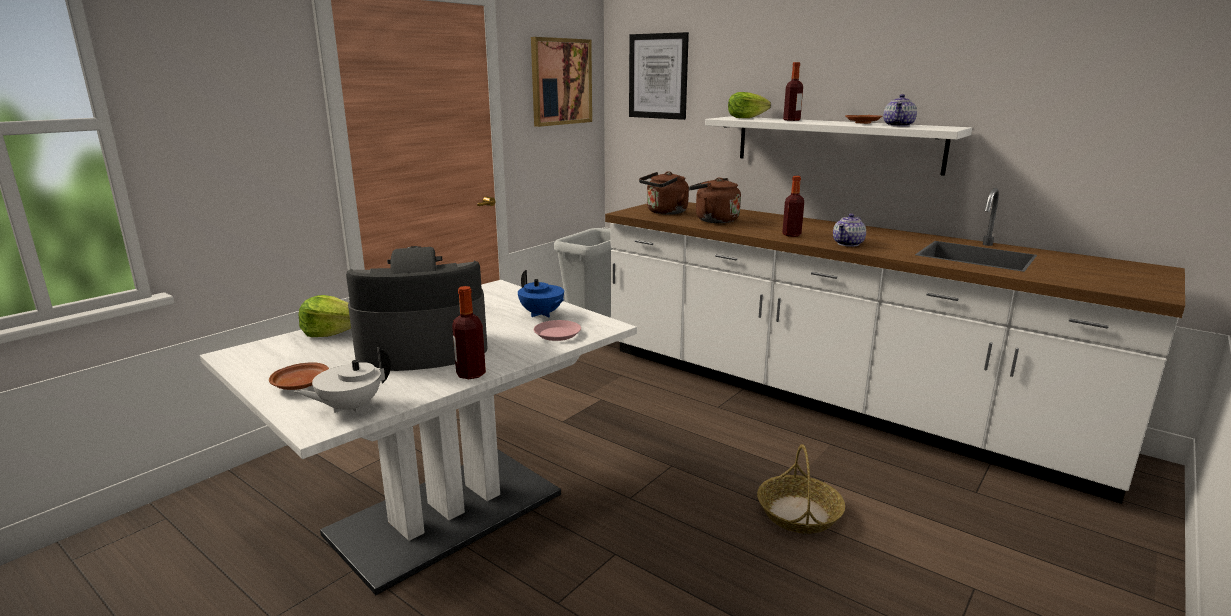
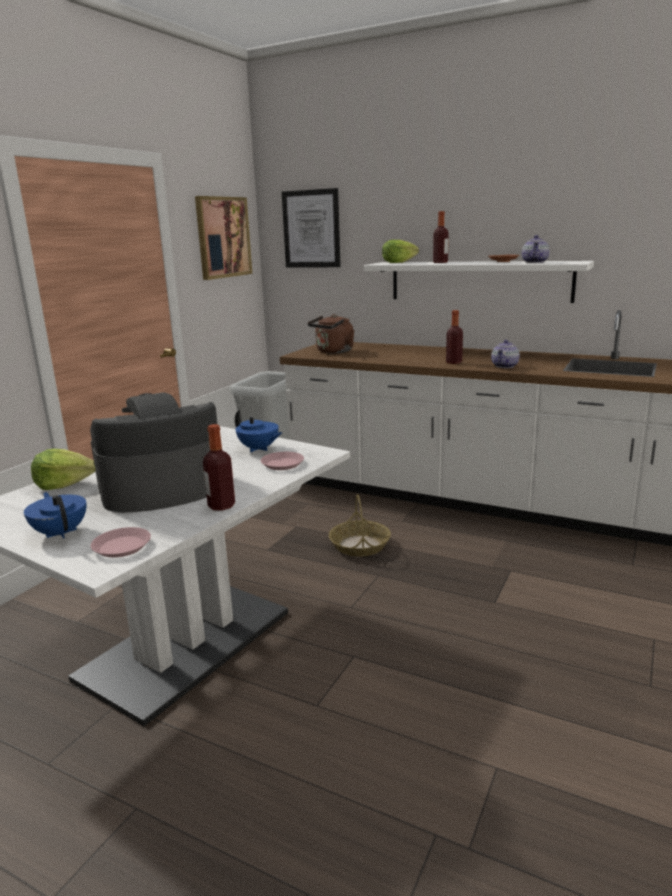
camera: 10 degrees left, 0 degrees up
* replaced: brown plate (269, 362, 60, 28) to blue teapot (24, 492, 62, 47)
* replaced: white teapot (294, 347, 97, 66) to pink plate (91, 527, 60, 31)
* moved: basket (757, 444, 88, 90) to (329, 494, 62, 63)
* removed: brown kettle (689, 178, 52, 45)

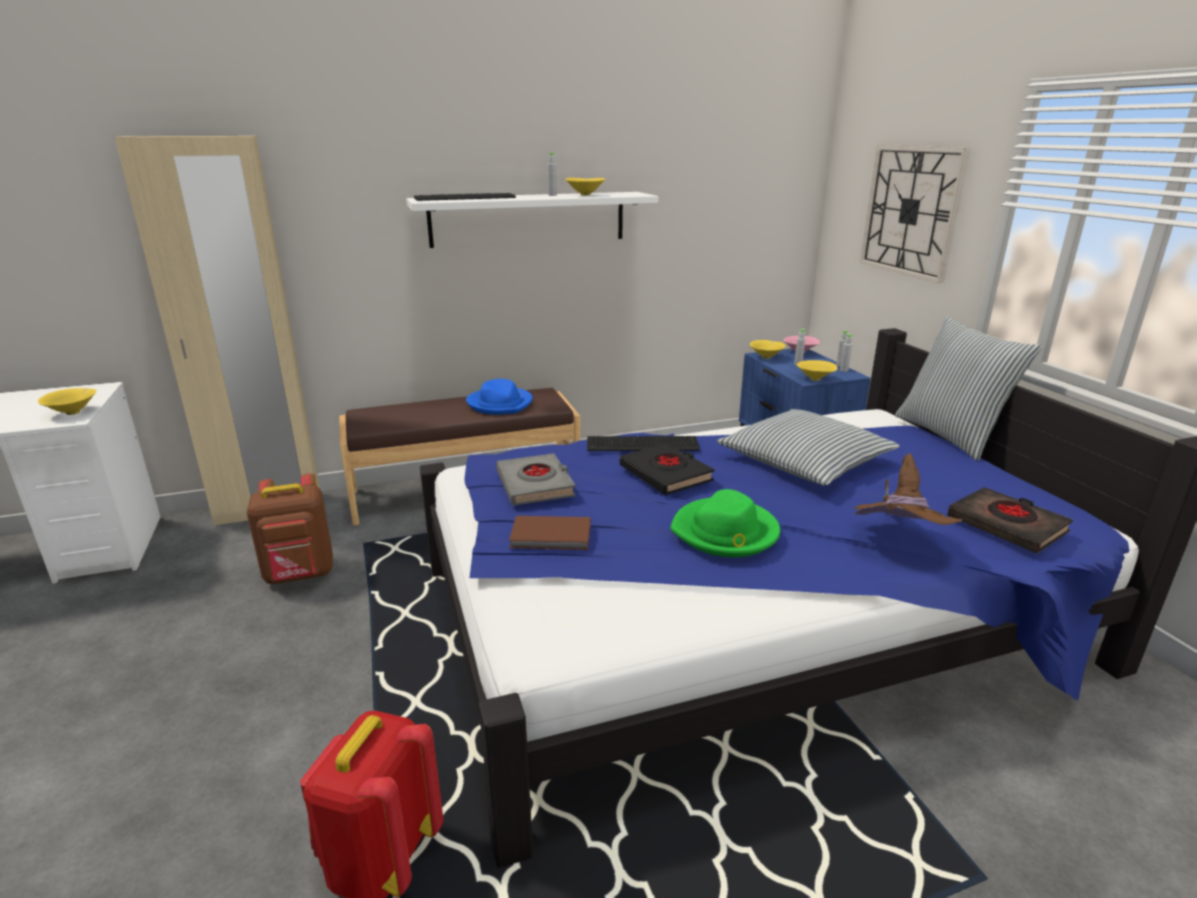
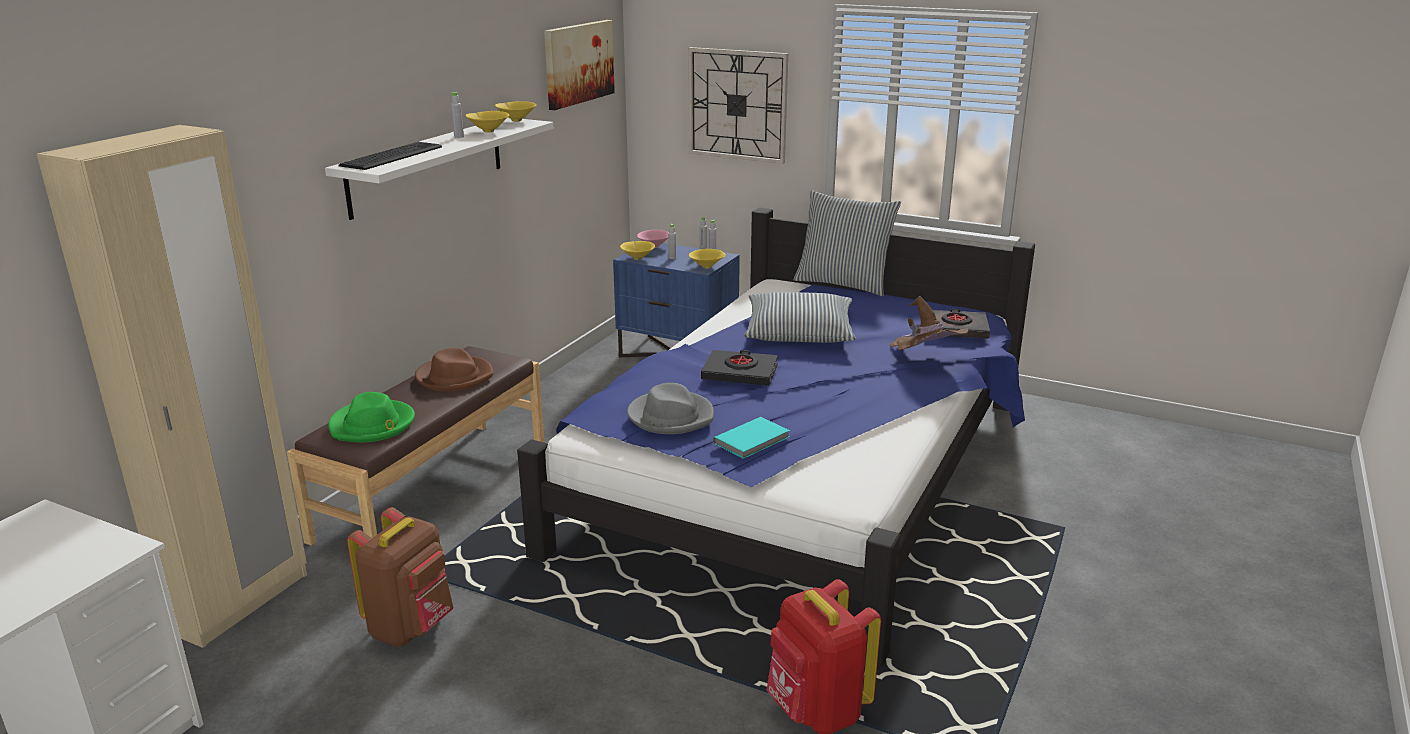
camera: 45 degrees left, 0 degrees up
* moved: green hat (670, 489, 110, 68) to (328, 392, 87, 50)
* recoloured: blue hat (466, 379, 67, 36) to brown hat (415, 348, 79, 43)
* moved: yellow bowl (38, 388, 58, 27) to (495, 101, 42, 21)
* added: picture (544, 20, 71, 90)
* replaced: grey book (496, 453, 80, 53) to grey hat (627, 383, 87, 51)
* recoloured: brown book (509, 516, 82, 34) to turquoise book (713, 417, 77, 42)
* removed: keyboard (587, 436, 113, 15)

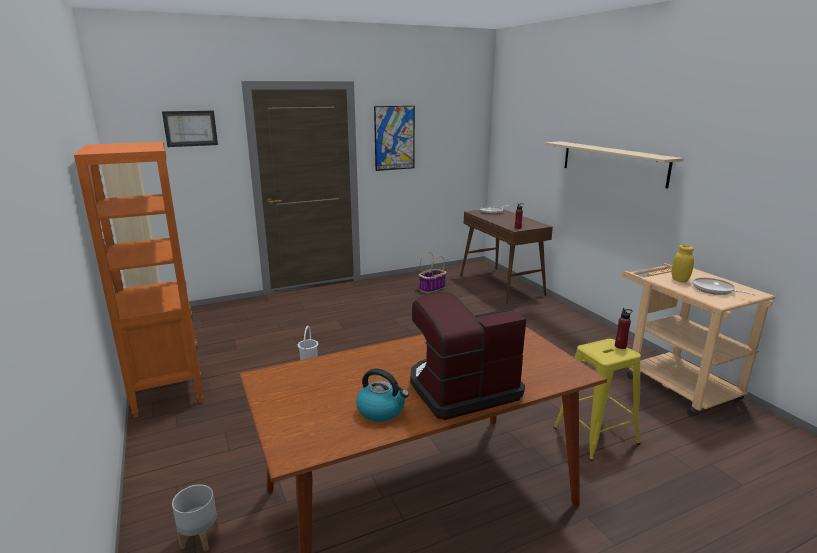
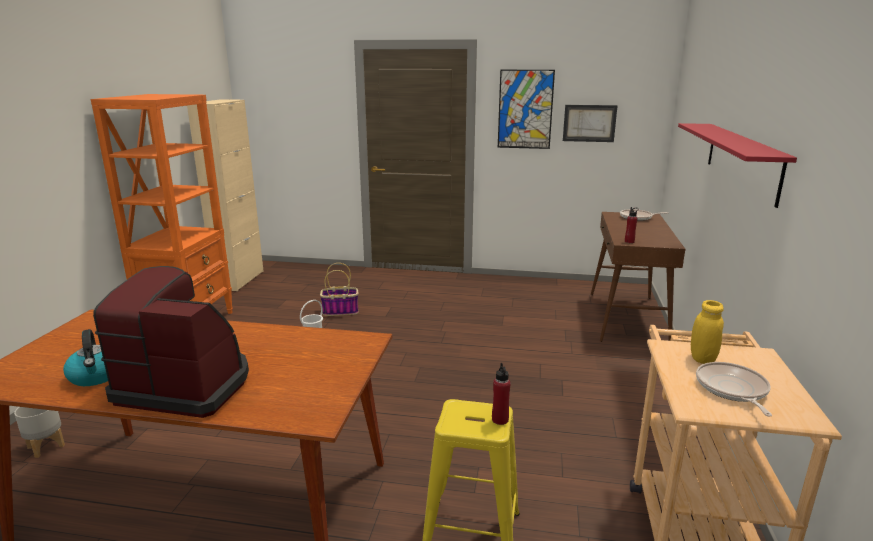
camera: 35 degrees right, 0 degrees up
* moved: basket (419, 252, 27, 41) to (320, 263, 39, 53)
* moved: picture (162, 111, 56, 36) to (563, 105, 55, 37)
* recoloured: beige shelf (545, 141, 139, 48) to red shelf (678, 123, 119, 85)

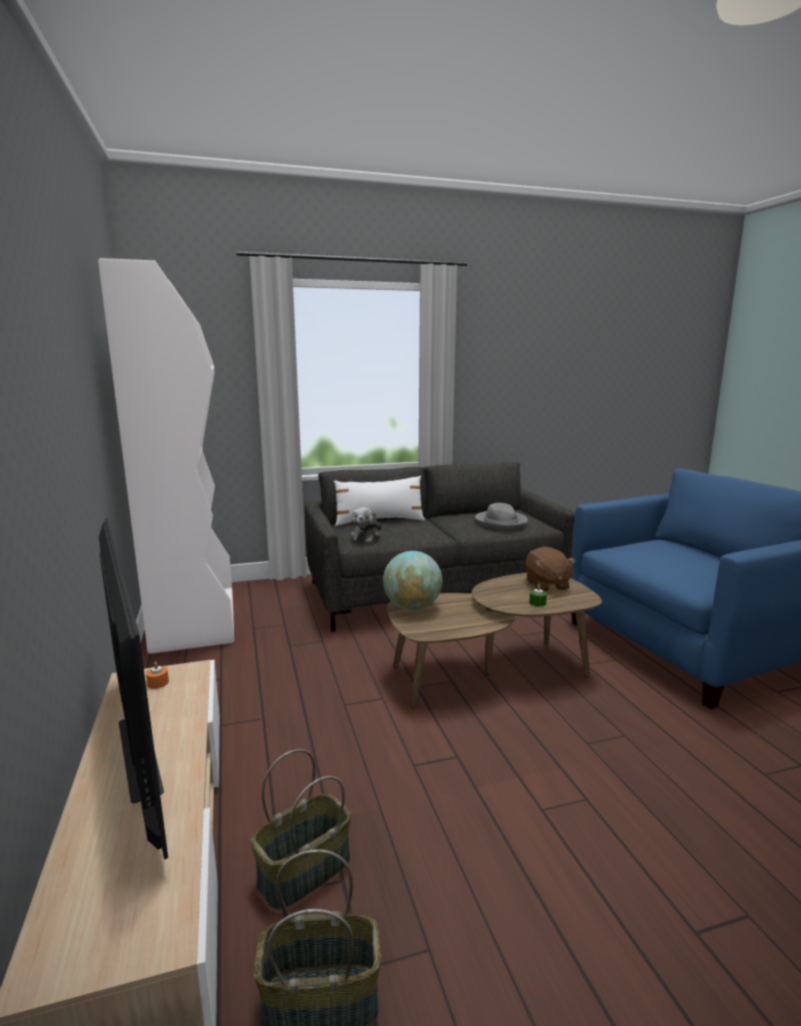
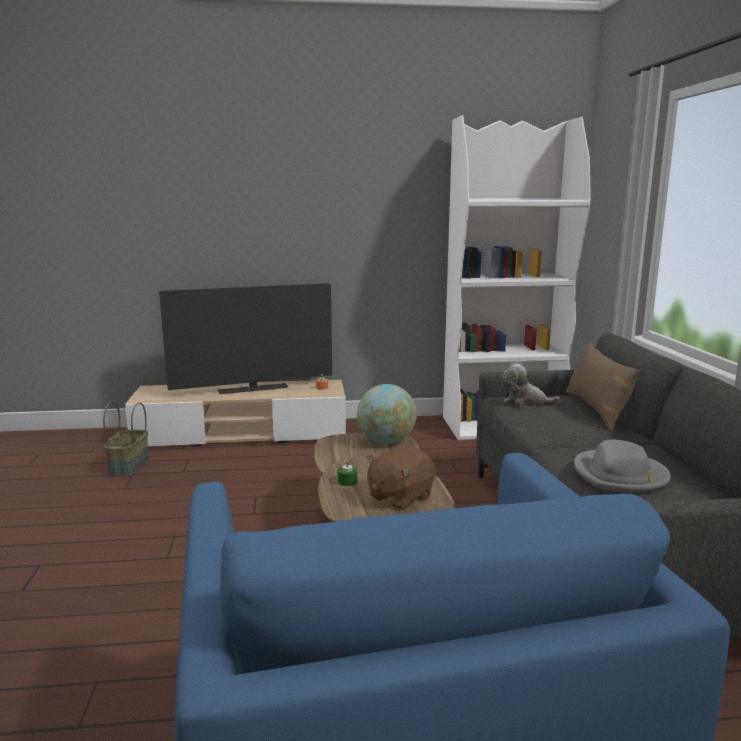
camera: 100 degrees right, 0 degrees up
* turned: brown plush toy (525, 547, 51, 45) = (367, 446, 69, 64) 45 degrees counterclockwise
* recoloured: white pillow (334, 476, 91, 50) to brown pillow (566, 342, 74, 89)
* removed: basket (251, 749, 100, 161)

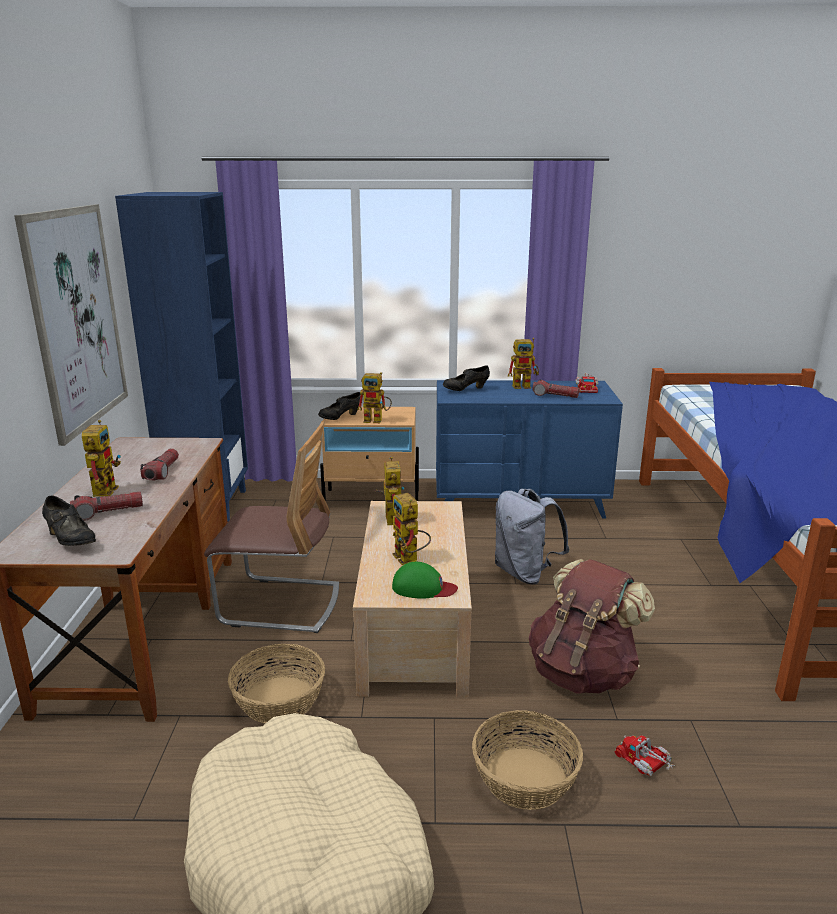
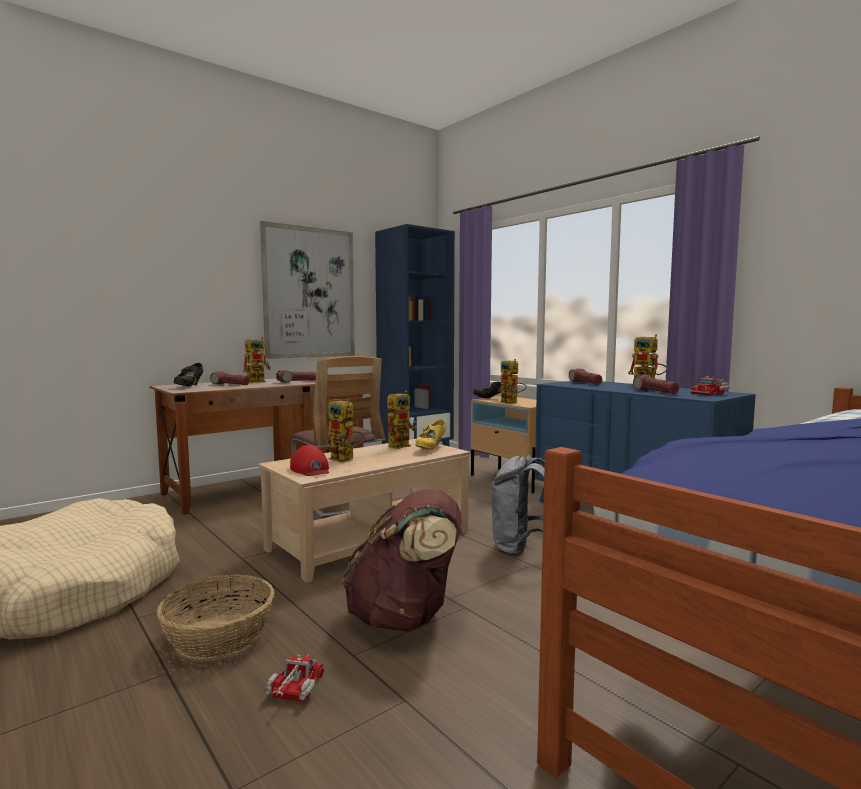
camera: 50 degrees right, 15 degrees down
* recoloured: green cap (392, 562, 66, 37) to red cap (290, 445, 39, 31)
* turned: toy robot (392, 493, 39, 72) = (327, 399, 39, 64) 75 degrees counterclockwise
* added: yellow shoe (415, 419, 31, 31)
* replaced: black shoe (443, 365, 47, 26) to flashlight (569, 368, 34, 17)
* removed: basket (228, 644, 97, 80)

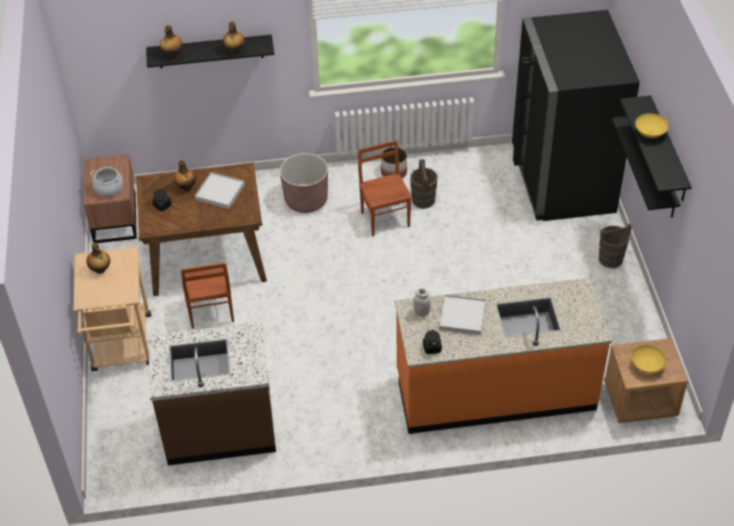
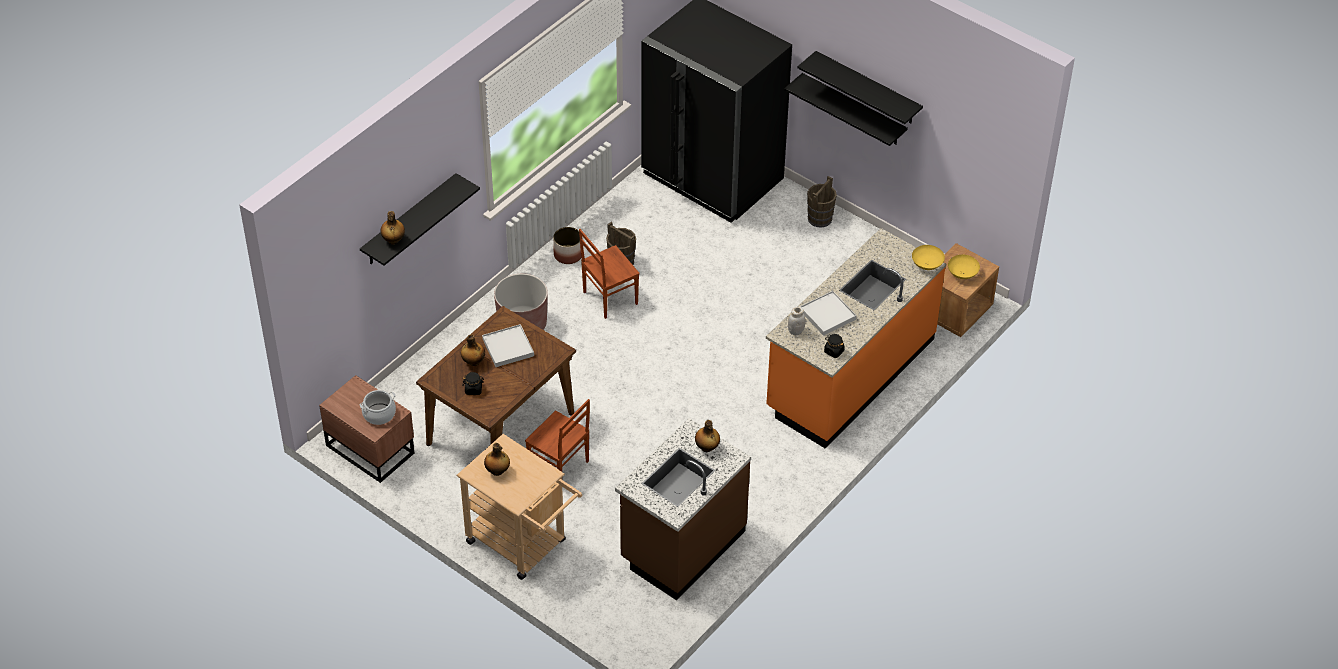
camera: 45 degrees left, 0 degrees up
* turned: brown chair (358, 140, 54, 97) = (579, 229, 61, 90) 60 degrees counterclockwise
* moved: bottle (223, 21, 22, 33) to (695, 420, 25, 32)
* moved: yellow bowl (635, 113, 34, 25) to (912, 245, 33, 25)

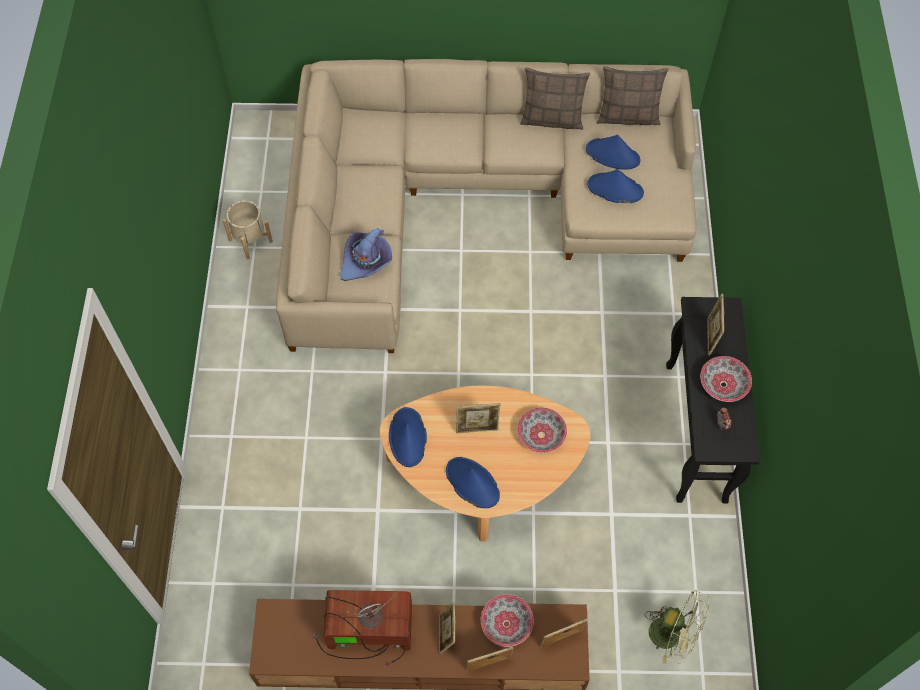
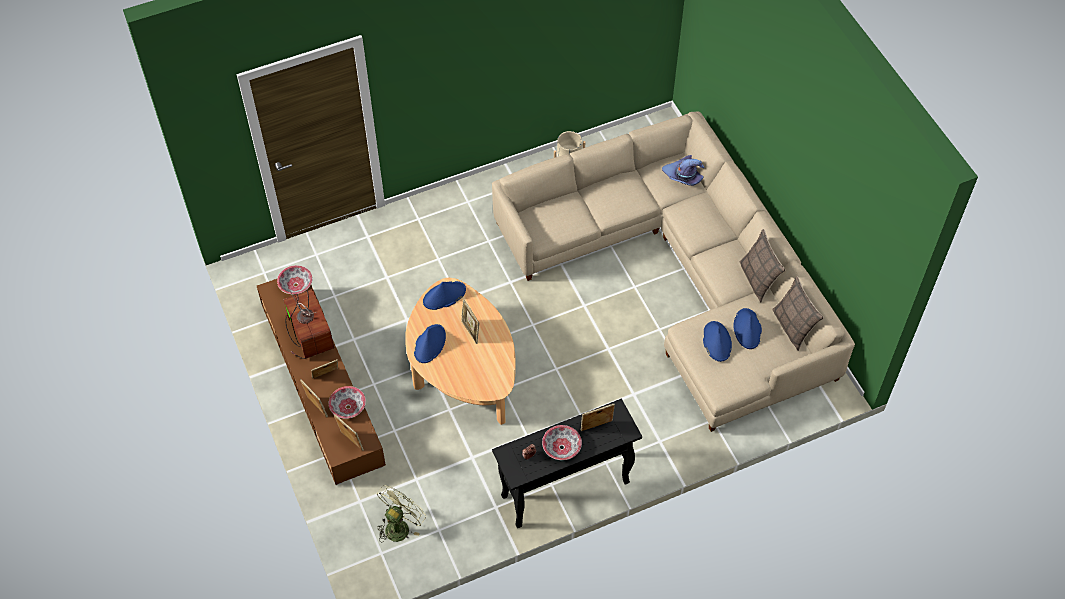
camera: 65 degrees right, 5 degrees down
* moved: bowl (517, 407, 50, 46) to (277, 265, 35, 30)
* turned: green fan (645, 590, 64, 74) = (377, 485, 49, 58) 150 degrees counterclockwise
* moved: purple hat (340, 228, 52, 53) to (662, 155, 42, 31)

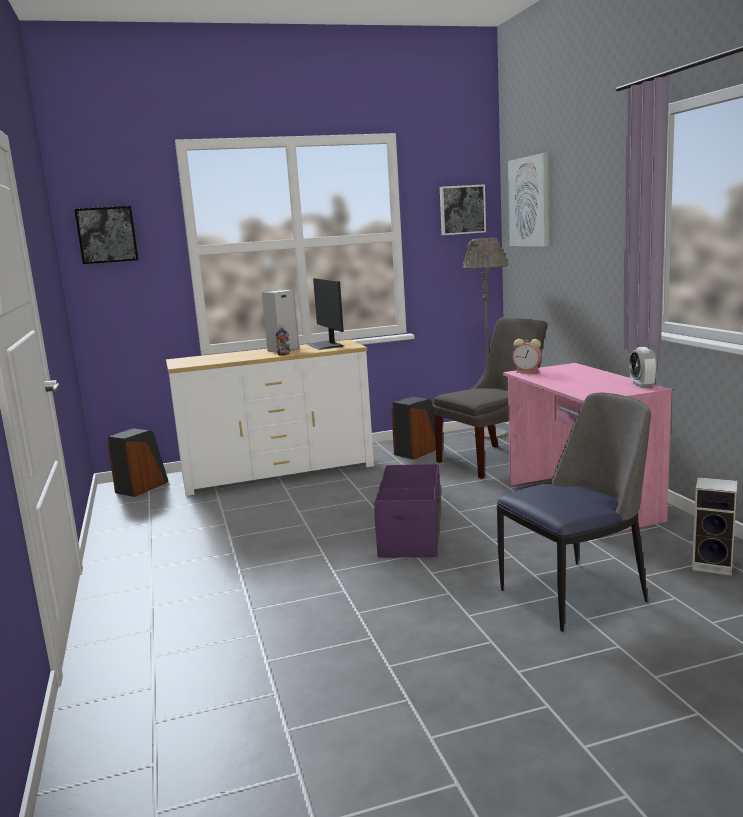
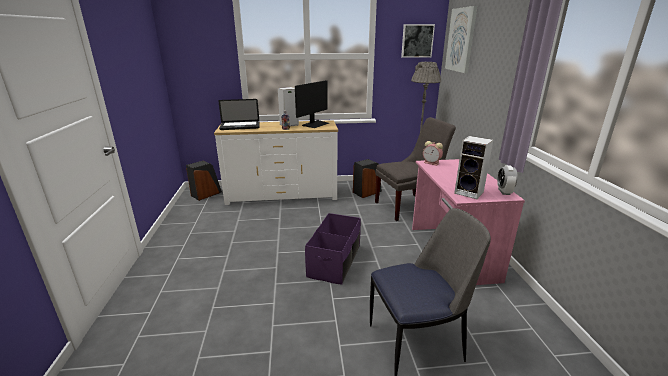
camera: 10 degrees right, 10 degrees up
* added: laptop (218, 99, 41, 31)
* turned: monitor (308, 278, 36, 72) = (295, 80, 34, 48) 135 degrees counterclockwise
* moved: speaker (692, 477, 45, 99) to (454, 136, 39, 63)
* removed: picture (74, 206, 65, 58)

